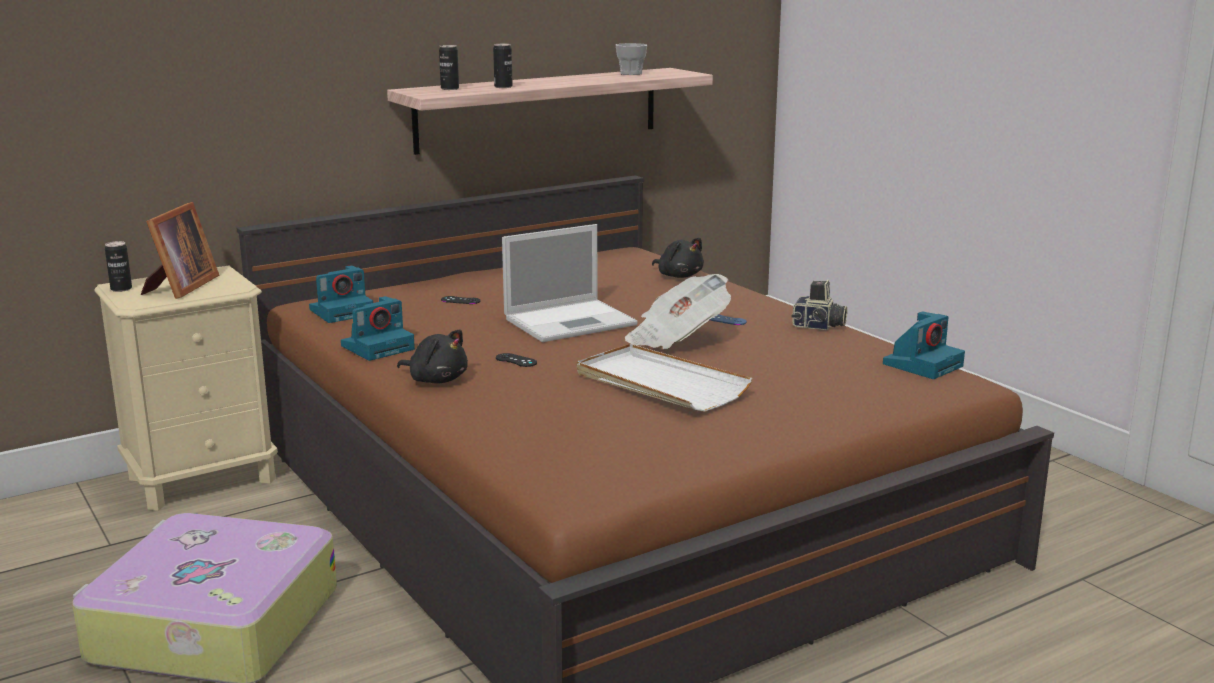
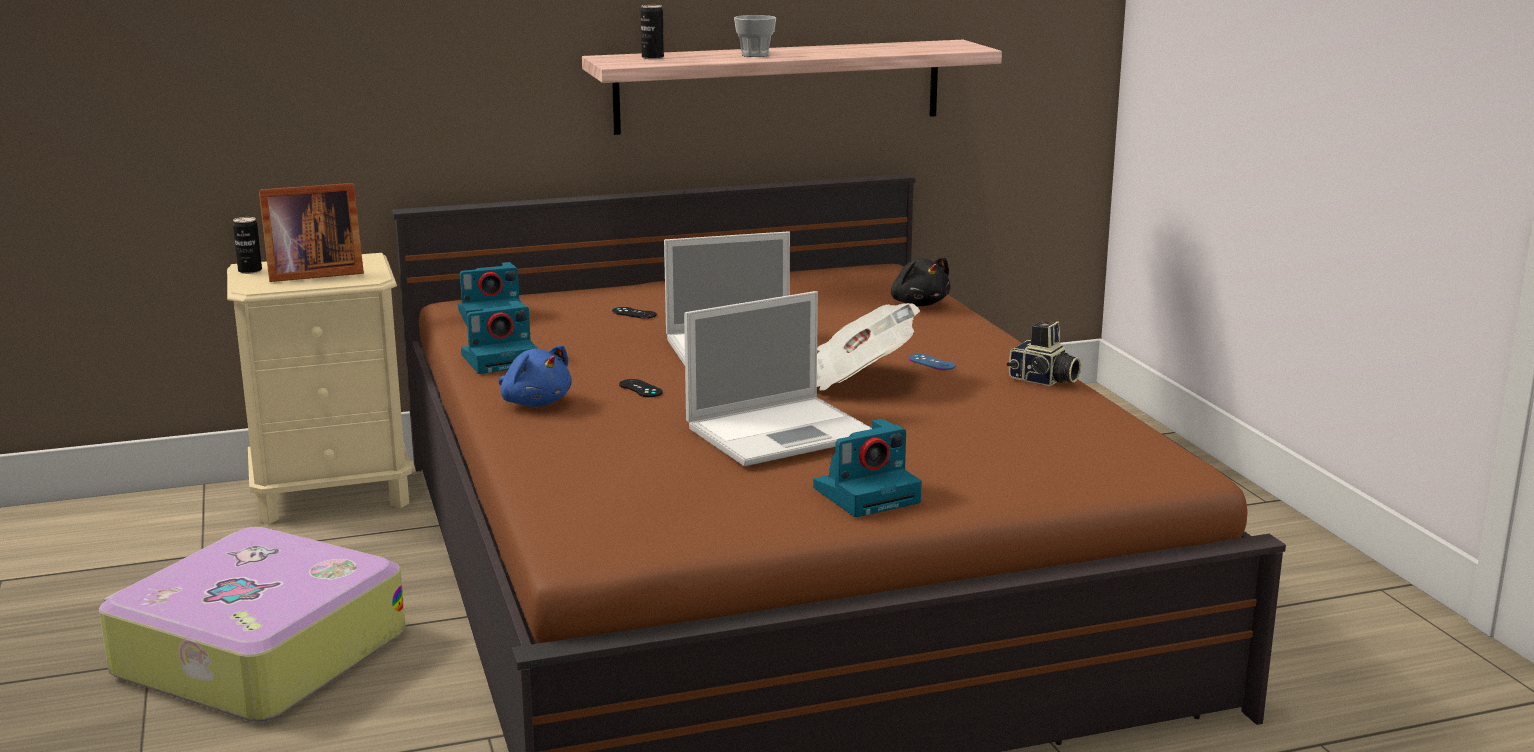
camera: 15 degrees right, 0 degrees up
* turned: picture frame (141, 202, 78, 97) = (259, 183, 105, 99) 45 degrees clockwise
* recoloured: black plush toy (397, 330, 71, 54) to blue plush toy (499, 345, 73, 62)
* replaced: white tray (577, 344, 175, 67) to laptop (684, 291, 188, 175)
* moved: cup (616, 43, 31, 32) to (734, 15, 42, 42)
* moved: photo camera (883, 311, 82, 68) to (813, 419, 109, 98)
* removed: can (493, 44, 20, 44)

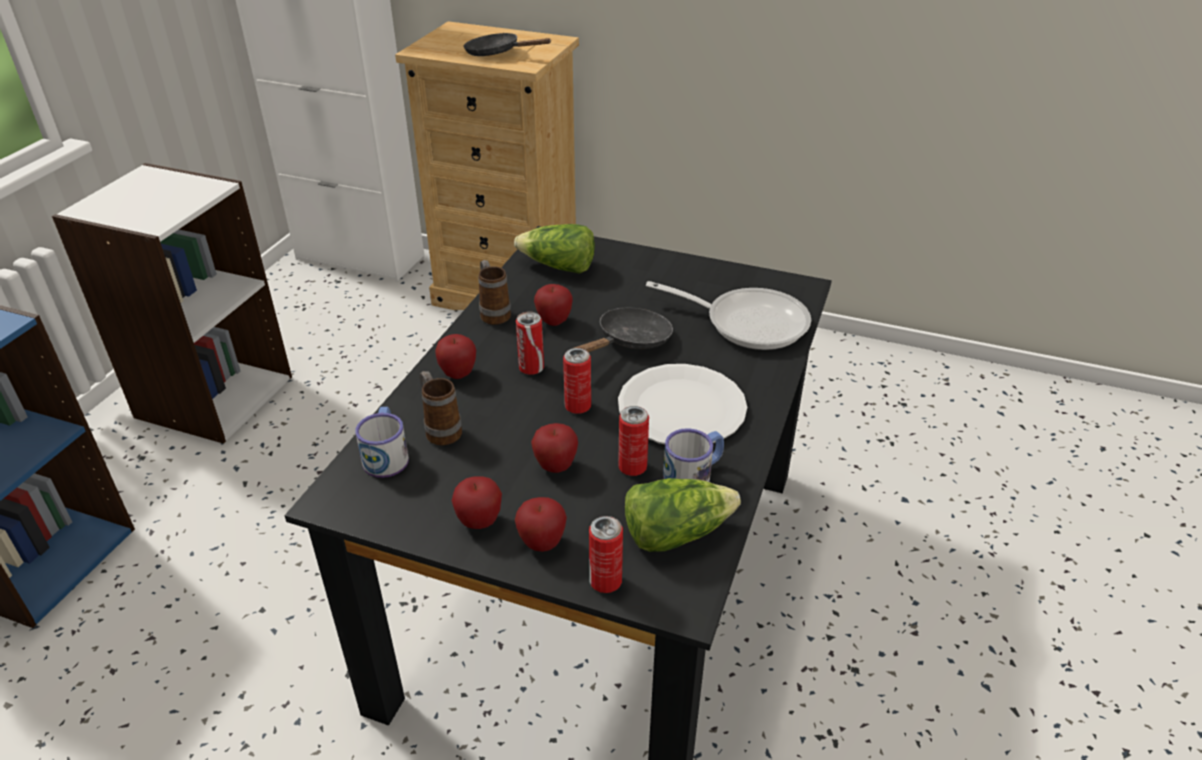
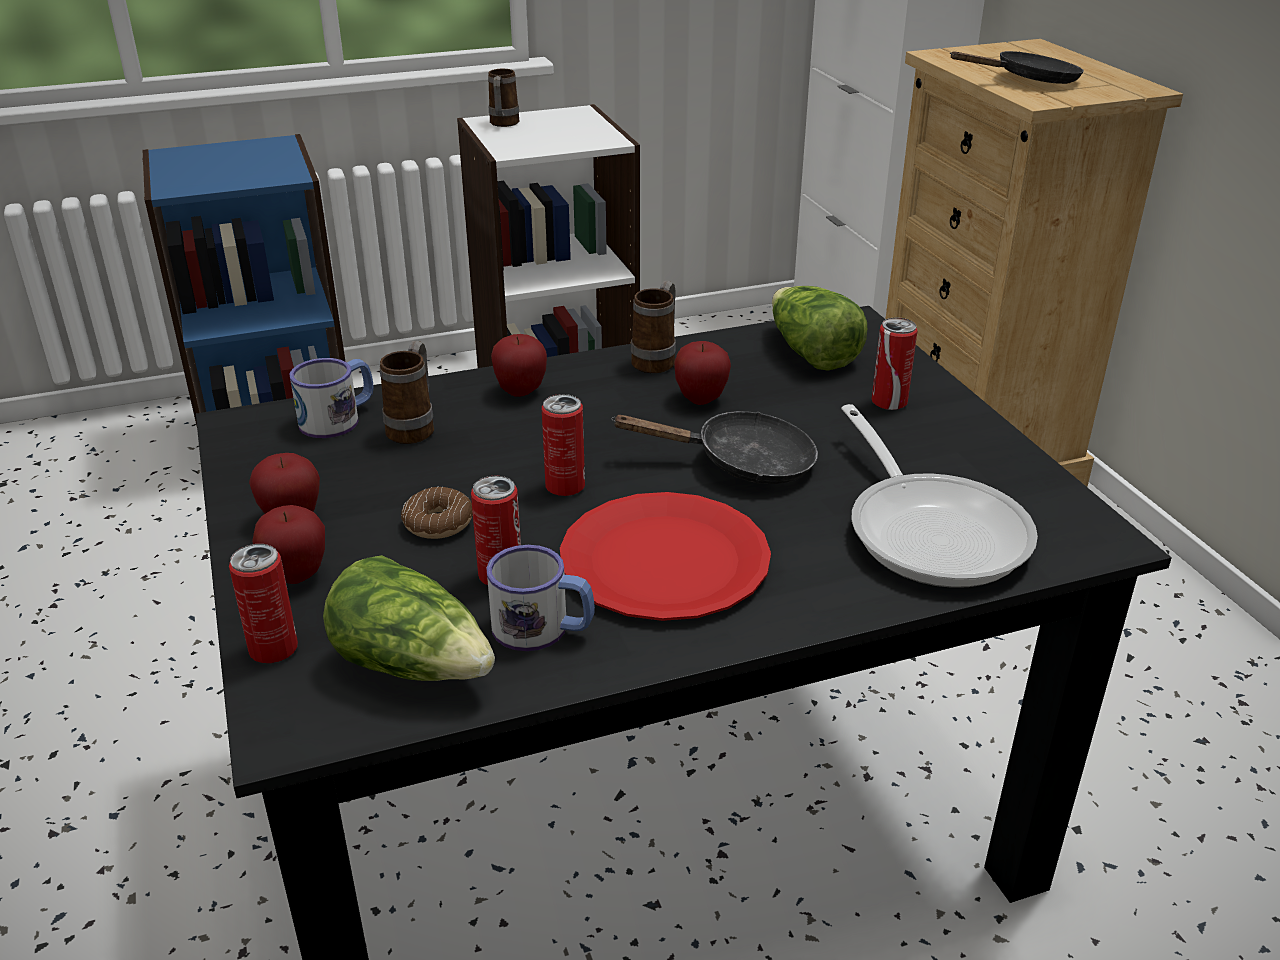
camera: 50 degrees right, 5 degrees down
* replaced: apple (531, 423, 47, 50) to donut (401, 486, 72, 53)
* added: mug (488, 69, 31, 58)
* recoloured: white plate (618, 364, 129, 80) to red plate (560, 492, 211, 129)
* moved: can (516, 312, 28, 63) to (872, 317, 46, 93)
* turned: black frying pan (463, 33, 88, 23) = (950, 51, 134, 33) 90 degrees clockwise

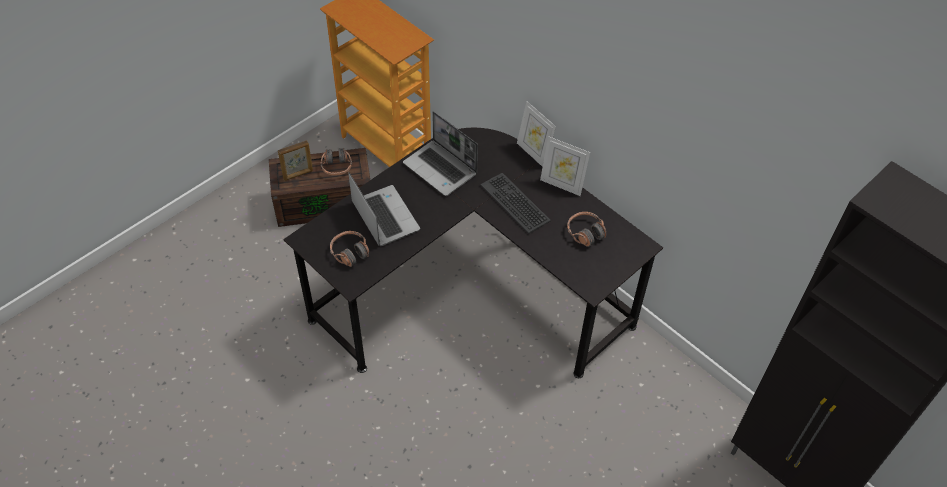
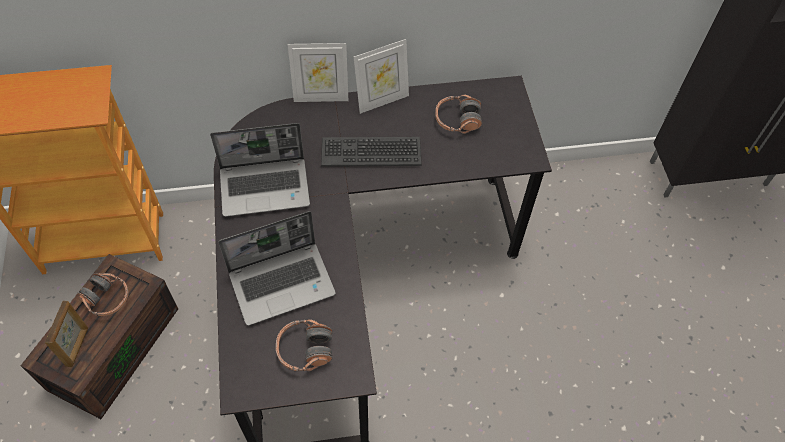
camera: 55 degrees left, 5 degrees up
* turned: laptop (348, 172, 72, 74) = (218, 211, 118, 115) 150 degrees clockwise

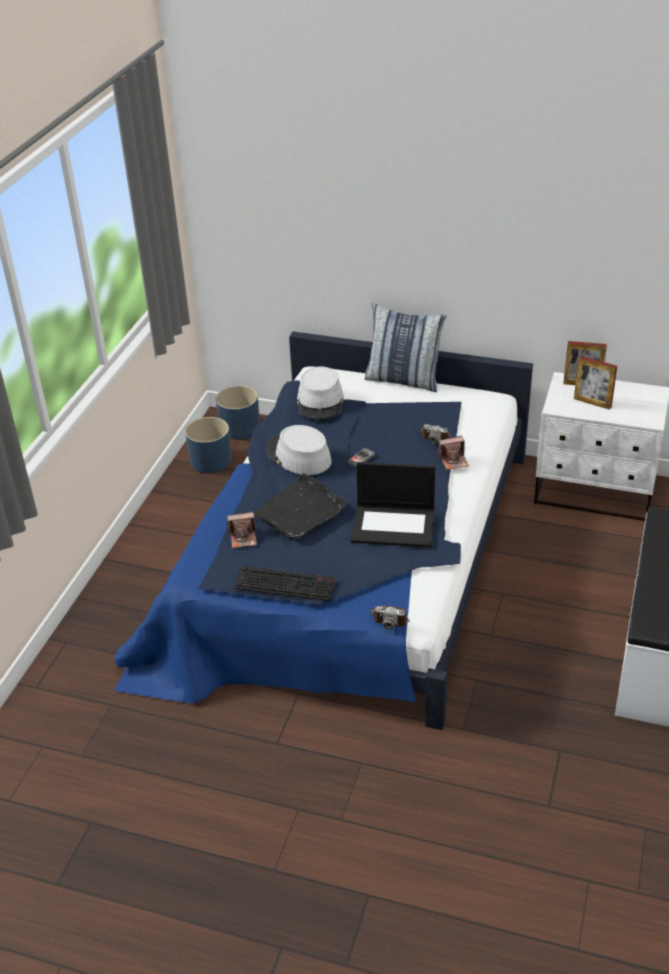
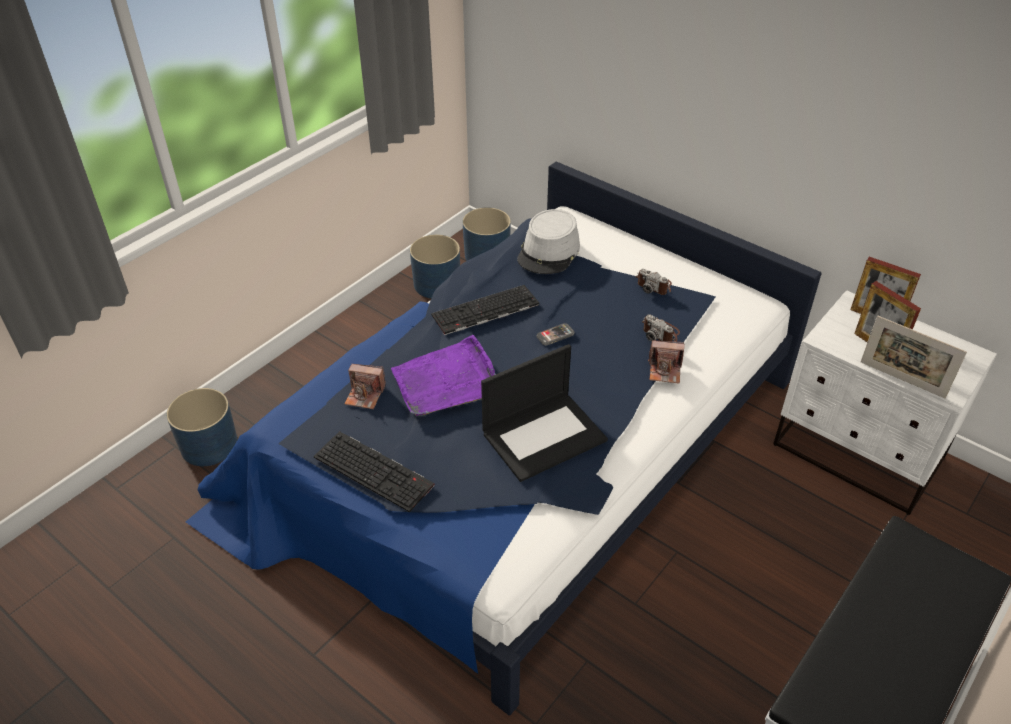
camera: 20 degrees right, 5 degrees up
* added: blue planter (167, 388, 71, 78)
* recoloured: black tray (254, 473, 92, 67) to purple tray (391, 335, 105, 81)
* replaced: grey hat (266, 425, 66, 50) to keyboard (431, 285, 108, 50)
* turned: laptop (351, 462, 84, 85) = (481, 344, 127, 138) 60 degrees counterclockwise
* moved: photo camera (371, 606, 39, 24) to (635, 269, 37, 26)
* added: picture frame (861, 316, 106, 83)
* removed: pillow (365, 303, 81, 89)

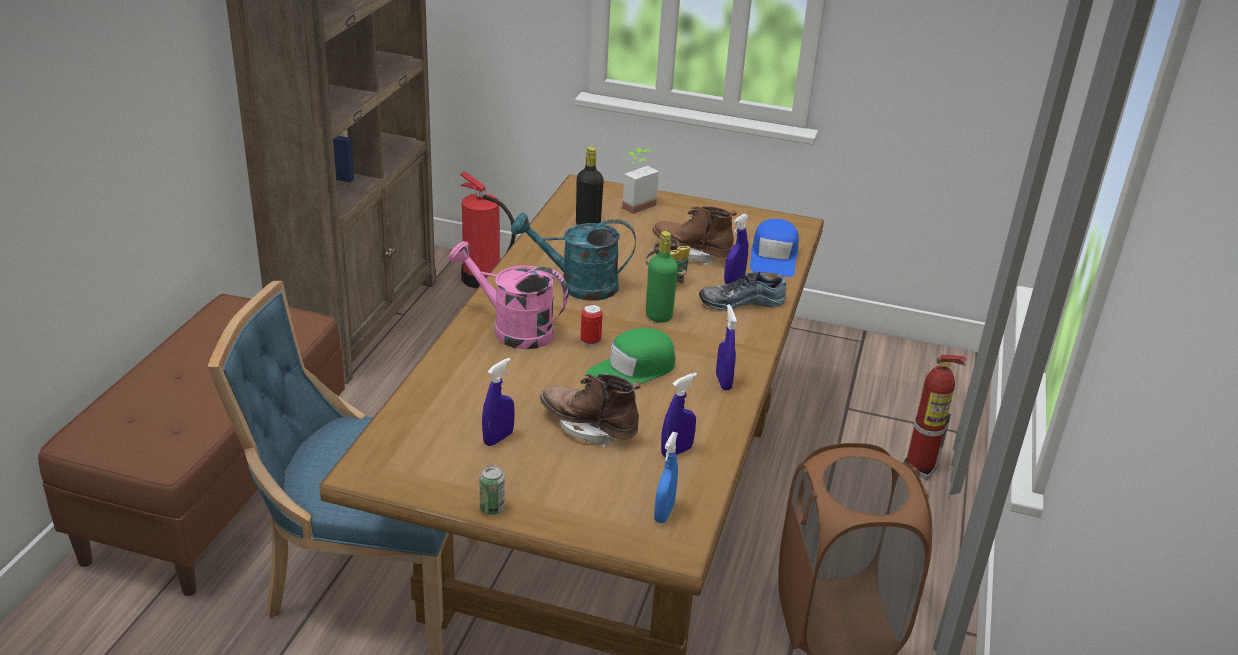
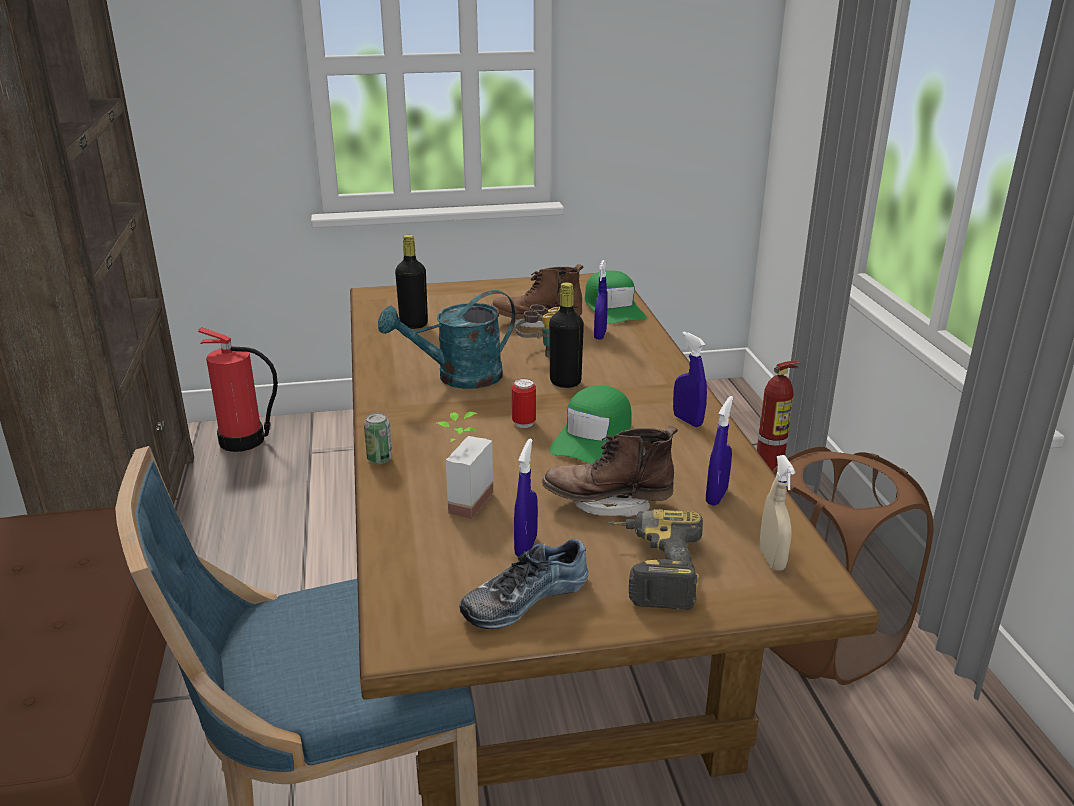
camera: 25 degrees left, 5 degrees down
* moved: can (479, 465, 26, 50) to (364, 413, 28, 51)
* moved: potted plant (622, 148, 37, 66) to (437, 412, 56, 107)
* moved: shoe (699, 271, 87, 40) to (459, 539, 129, 90)
* recoloured: green bottle (646, 231, 32, 92) to black bottle (549, 282, 35, 106)
* recoloured: blue cap (750, 219, 49, 58) to green cap (585, 270, 62, 54)
* added: power drill (608, 509, 95, 101)
* recoloured: blue spray bottle (654, 432, 24, 91) to beige spray bottle (760, 455, 35, 116)
* removed: pink watering can (449, 241, 119, 108)

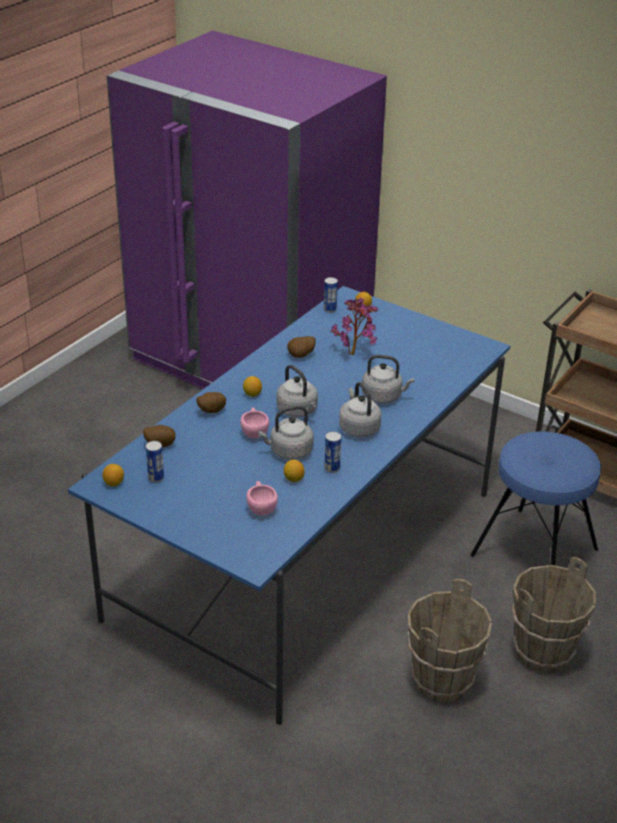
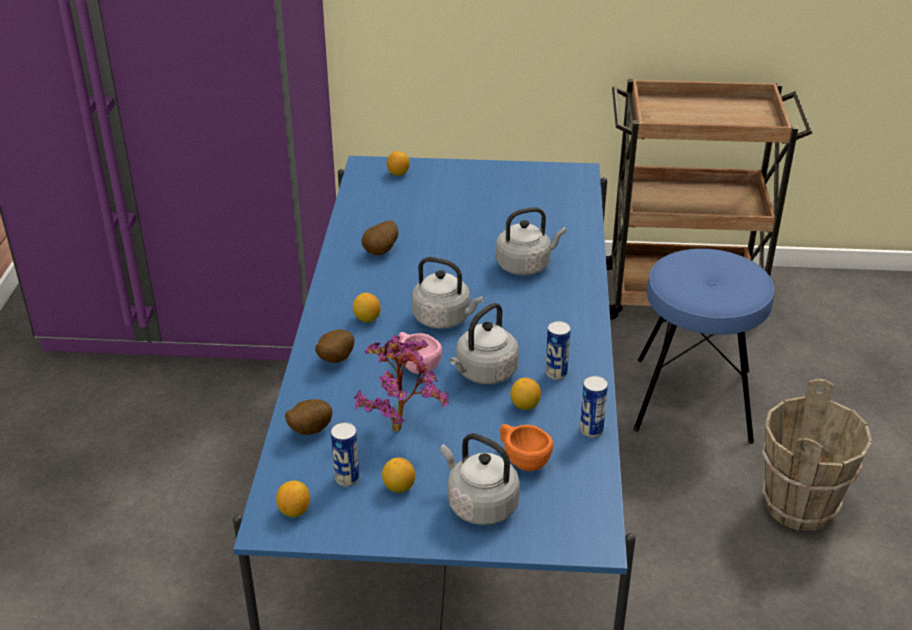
camera: 30 degrees left, 0 degrees up
* moved: potted plant (330, 298, 48, 57) to (354, 335, 95, 97)
* added: lemon (382, 457, 33, 36)
* moved: grey kettle (339, 382, 42, 55) to (440, 433, 80, 92)
* recoloured: pink cup (246, 481, 32, 35) to orange cup (500, 424, 53, 47)
* moved: can (324, 277, 14, 36) to (580, 376, 28, 62)
* removed: brown bucket (407, 579, 85, 124)

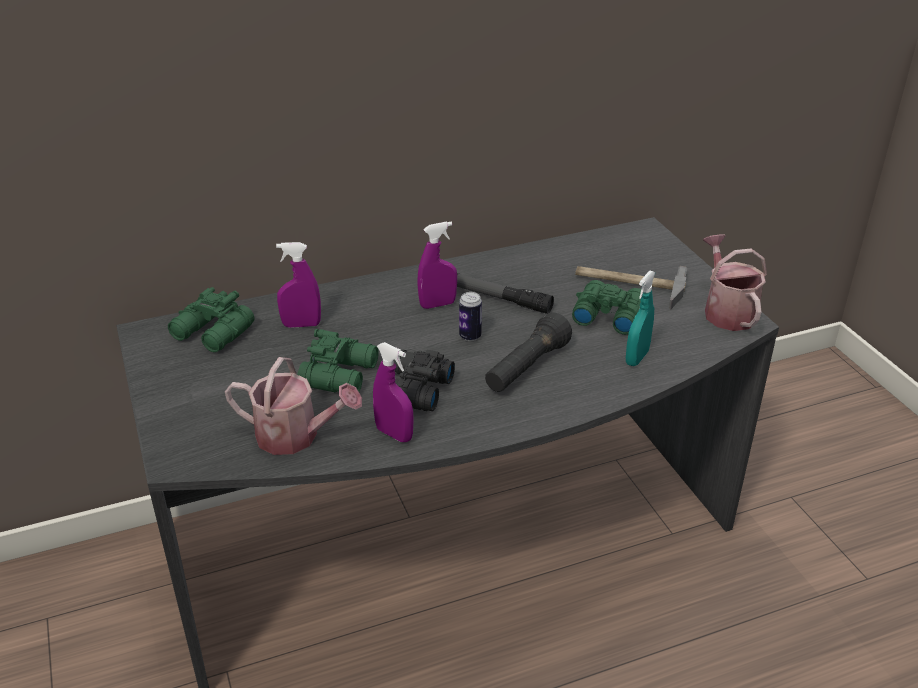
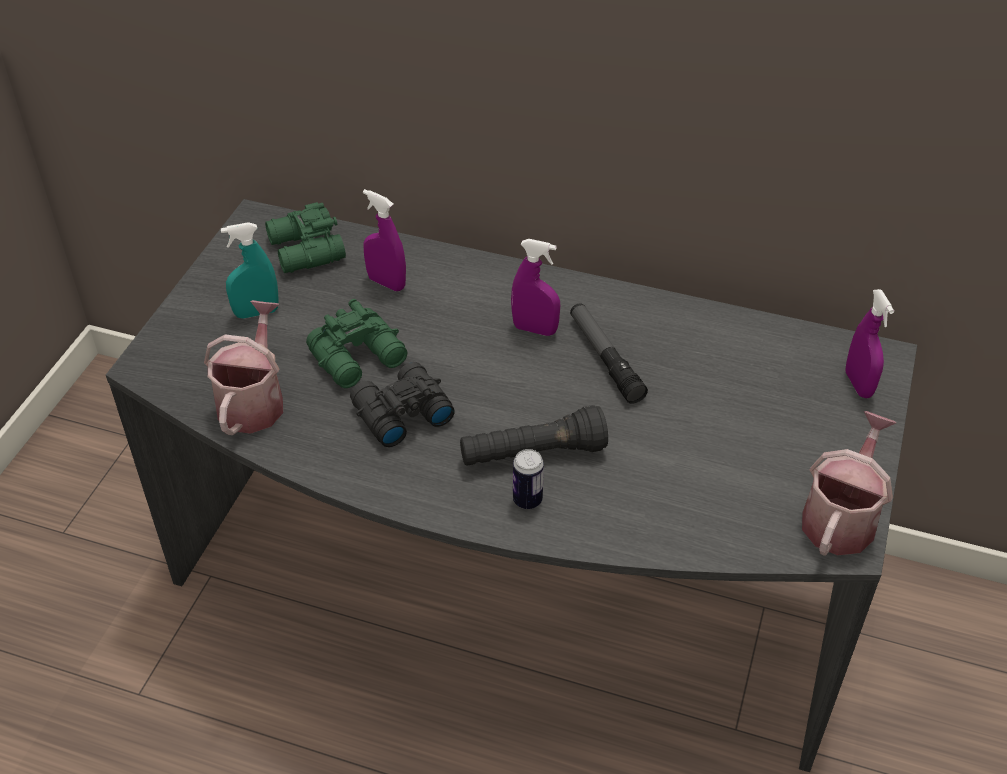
camera: 40 degrees right, 10 degrees up
* turned: watering can (225, 357, 137, 98) = (204, 300, 79, 135) 135 degrees counterclockwise
* moved: turquoise spray bottle (626, 271, 29, 95) to (221, 222, 58, 97)
* moved: can (459, 292, 23, 49) to (513, 449, 31, 60)
* moved: purple spray bottle (373, 342, 41, 100) to (845, 289, 49, 109)
* removed: green binoculars (572, 280, 69, 55)
* removed: hammer (575, 266, 112, 44)

